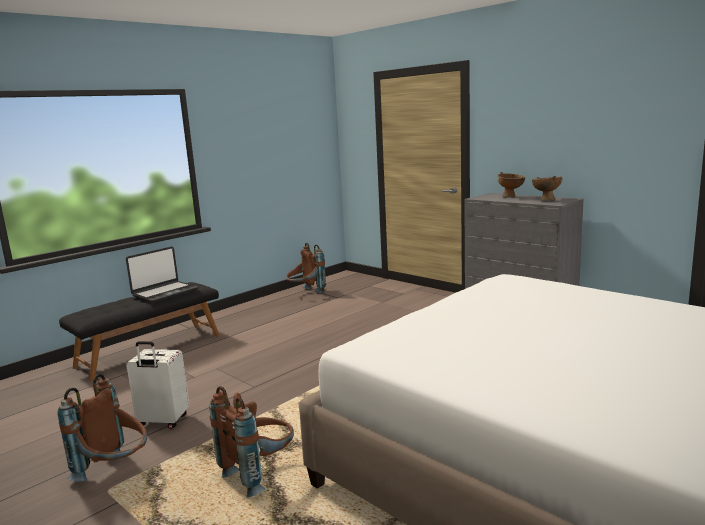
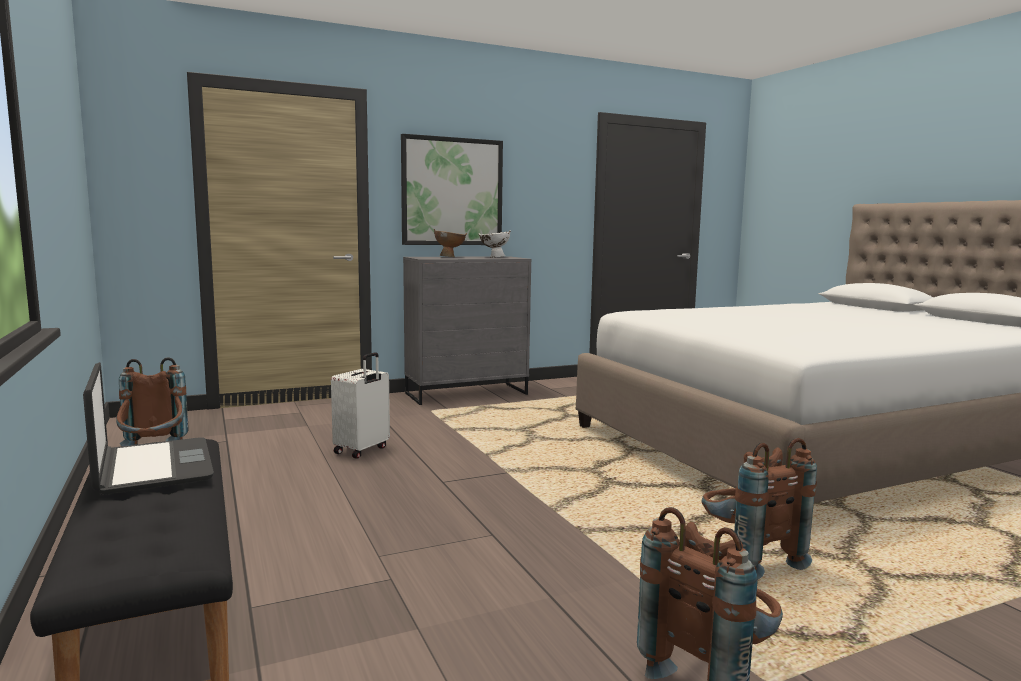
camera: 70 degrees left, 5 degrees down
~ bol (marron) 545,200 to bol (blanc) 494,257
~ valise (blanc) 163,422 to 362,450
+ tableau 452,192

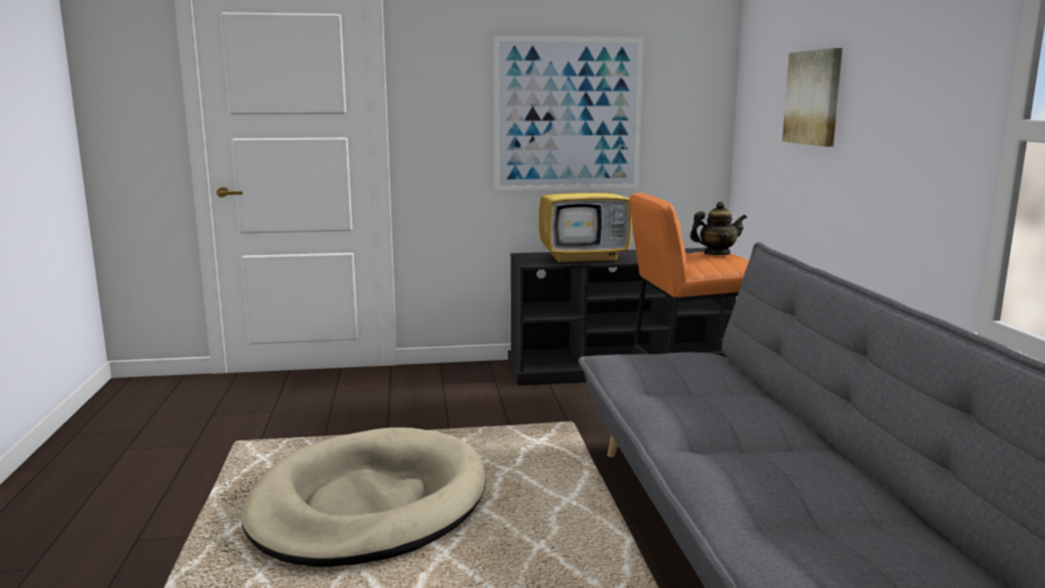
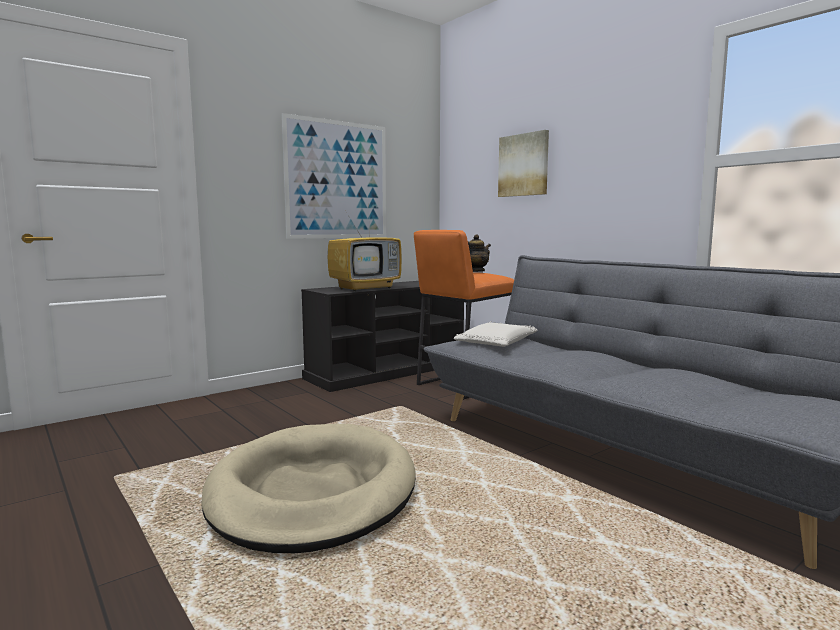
camera: 30 degrees left, 5 degrees down
+ coussin (blanc) 496,341

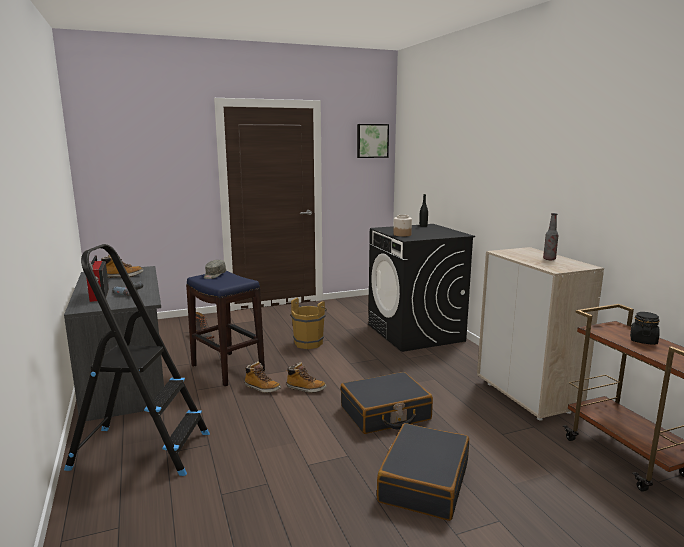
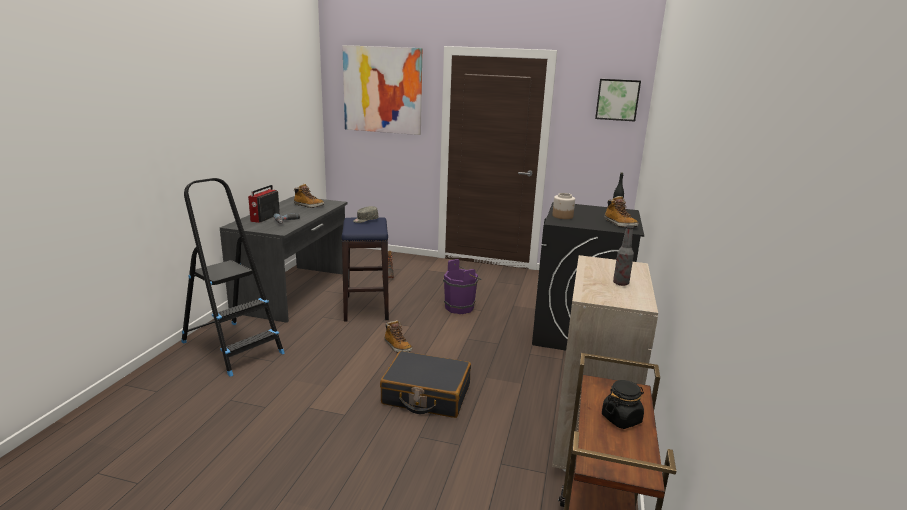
camera: 35 degrees right, 5 degrees up
~ seau (marron) 309,342 to seau (violet) 461,307
~ botte 262,388 to 619,224
- valise (noir) 423,482
+ tableau 382,90

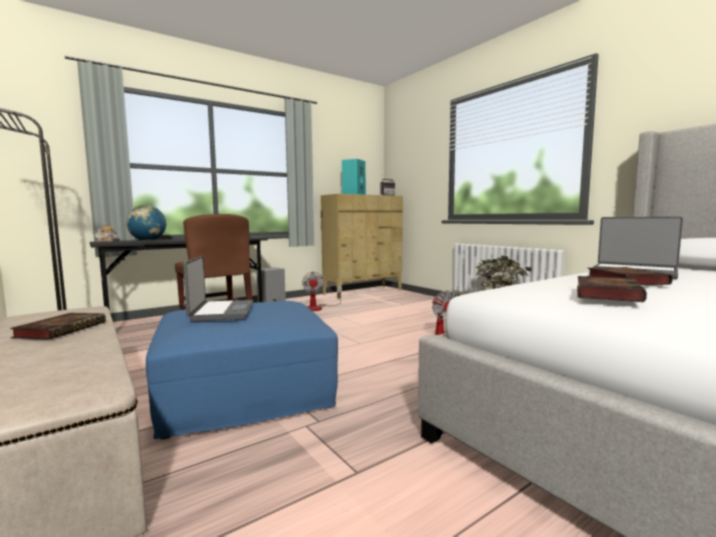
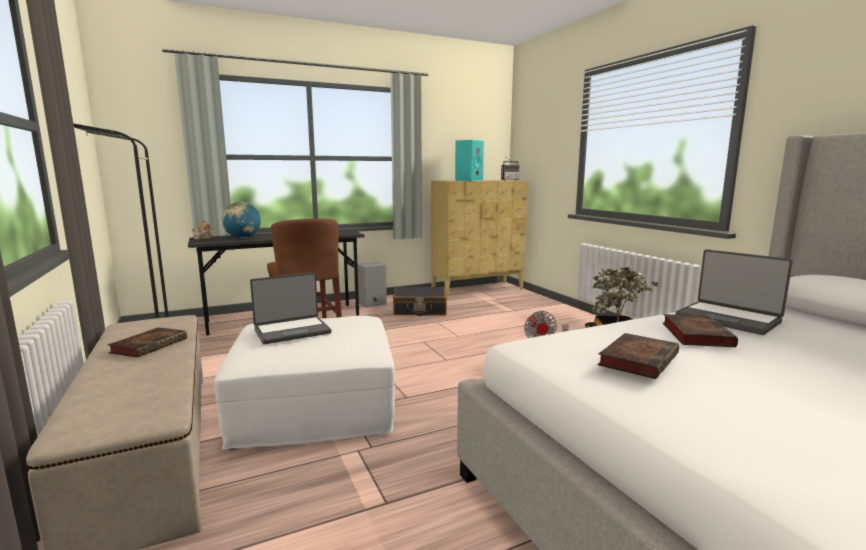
camera: 10 degrees right, 5 degrees up
~ ordinateur portable 221,312 = 292,331 60 degrees clockwise
~ ventilateur 318,308 to valise (noir) 419,310
~ pouf (bleu) 243,389 to pouf (blanc) 313,405

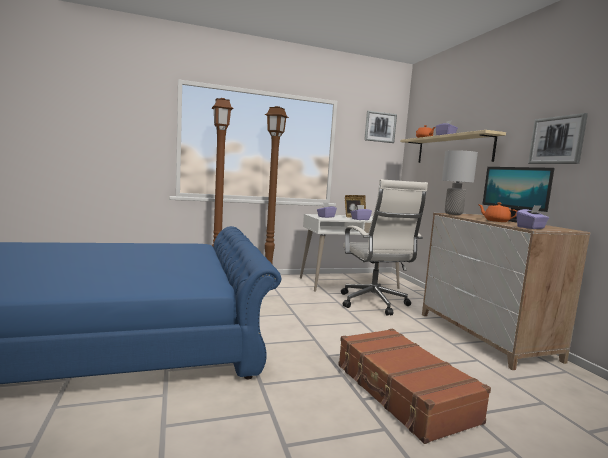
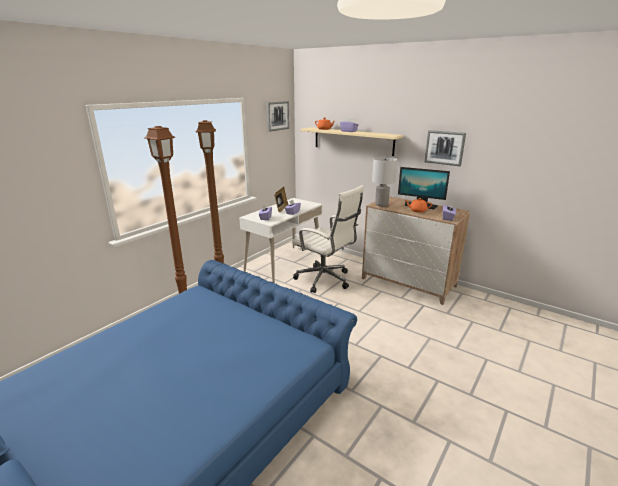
camera: 35 degrees left, 15 degrees up
- valise (marron) 402,393

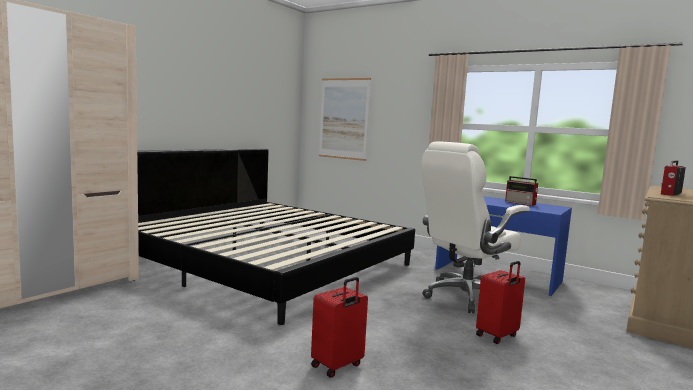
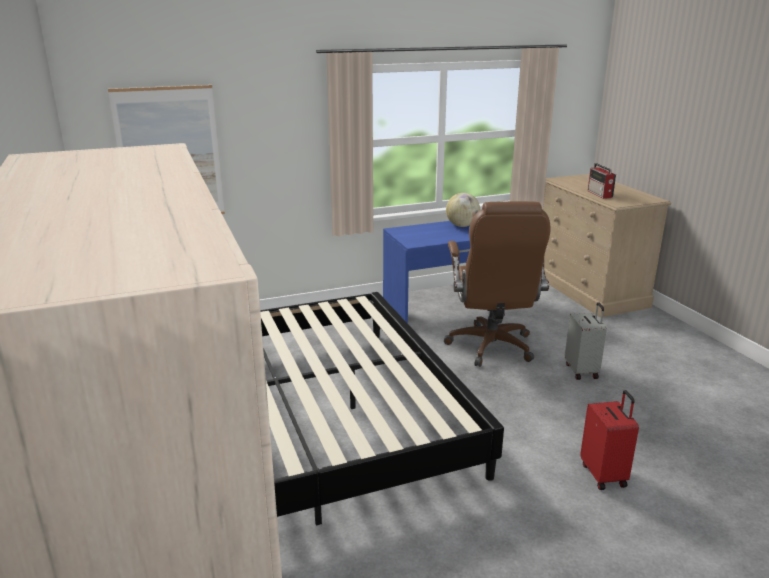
camera: 55 degrees left, 15 degrees up
~ chaise de bureau (blanc) 464,297 to chaise de bureau (marron) 491,347
~ radio 521,203 to globe 462,226
~ valise (rouge) 497,336 to valise (gris) 582,371

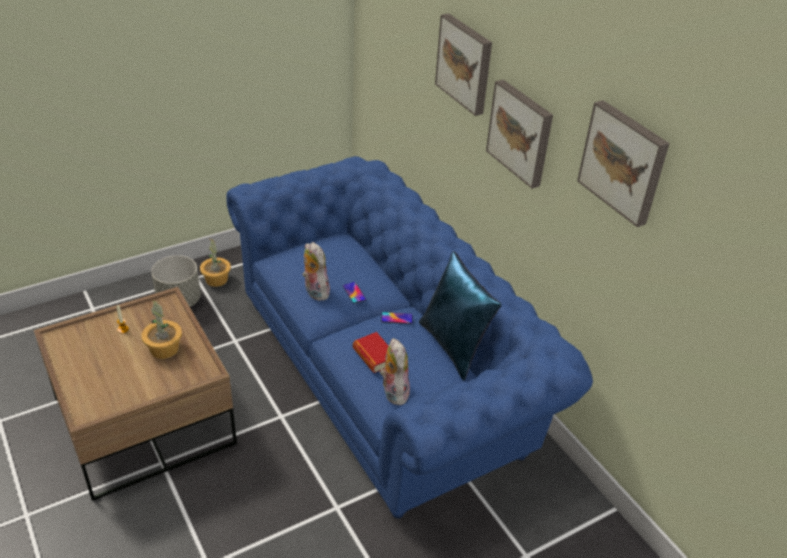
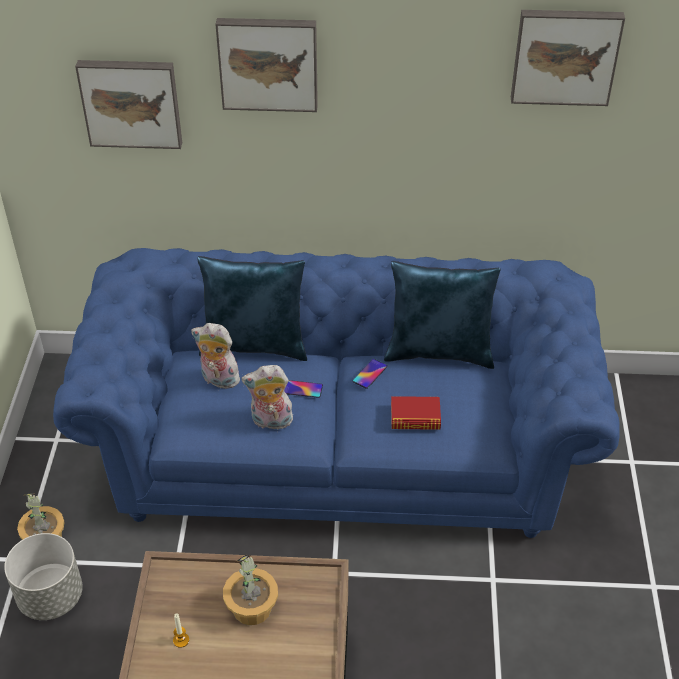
camera: 55 degrees left, 5 degrees up
~ tableau 521,132 to 131,102
~ peluche 393,392 to 218,380
+ coussin (bleu) 255,345

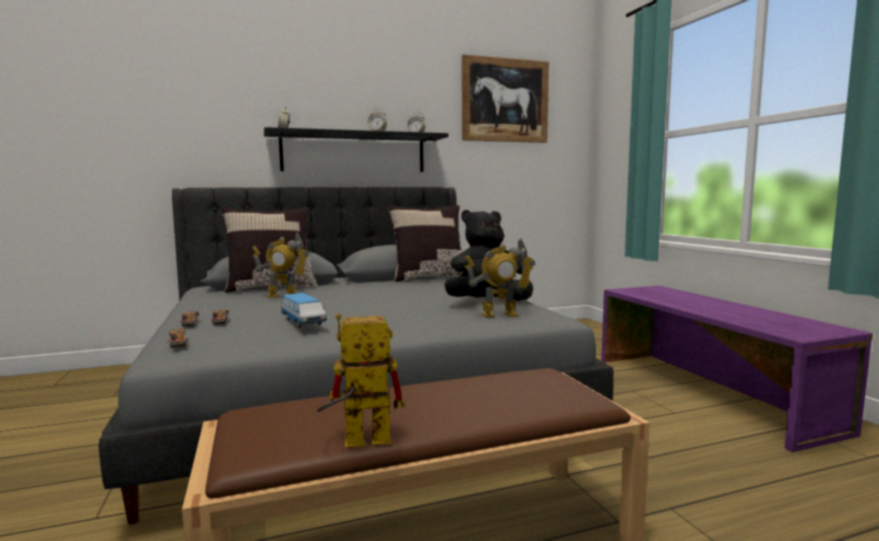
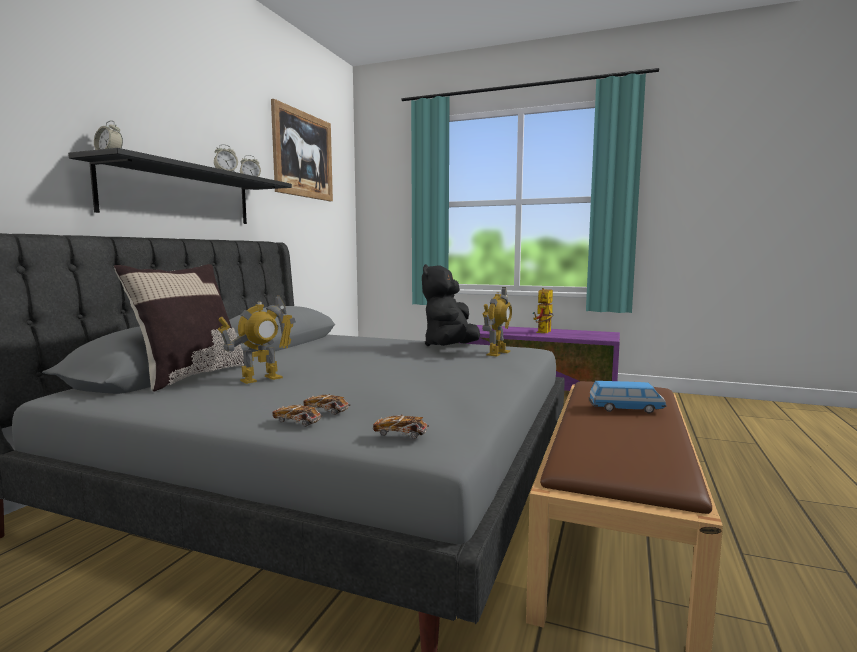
camera: 50 degrees left, 0 degrees up
- coussin 429,278
~ petite voiture 303,322 to 626,409
~ robot jouet 356,442 to 544,333

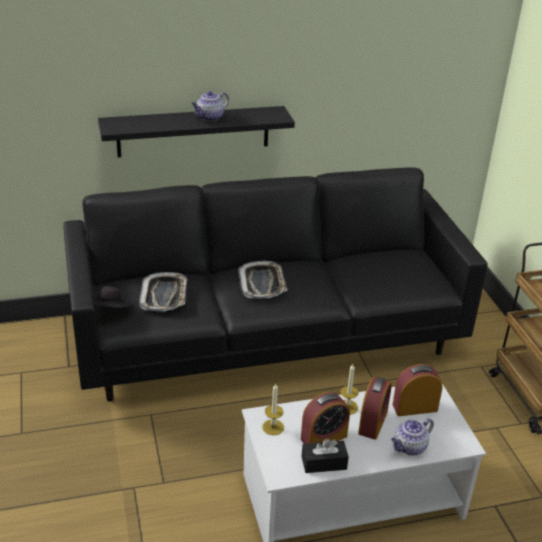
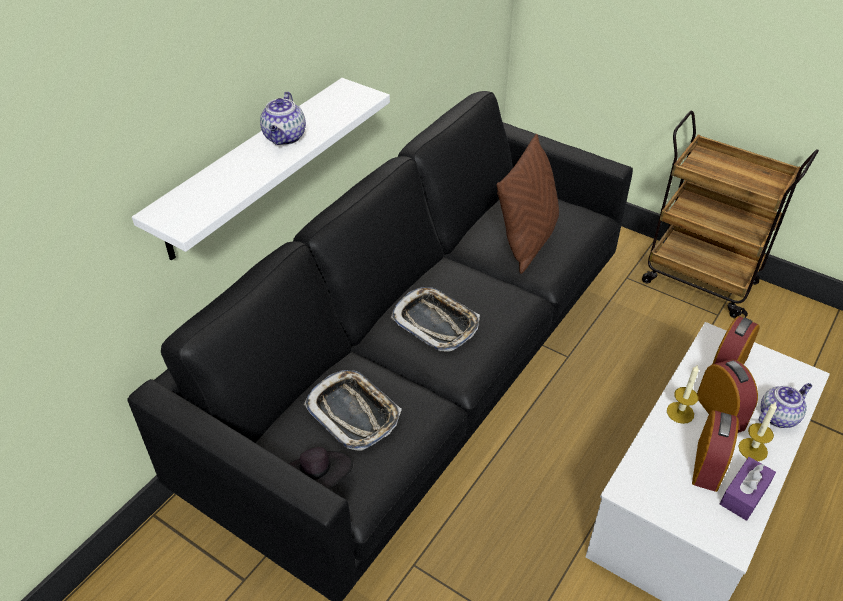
camera: 40 degrees left, 10 degrees up
~ étagère (noir) 193,131 to étagère (blanc) 253,168
~ bougie 273,427 to 753,449
~ théière 409,447 = 778,416 135 degrees counterclockwise
~ boîte à mouchoirs (noir) 324,463 to boîte à mouchoirs (violet) 744,494
+ coussin (marron) 527,241

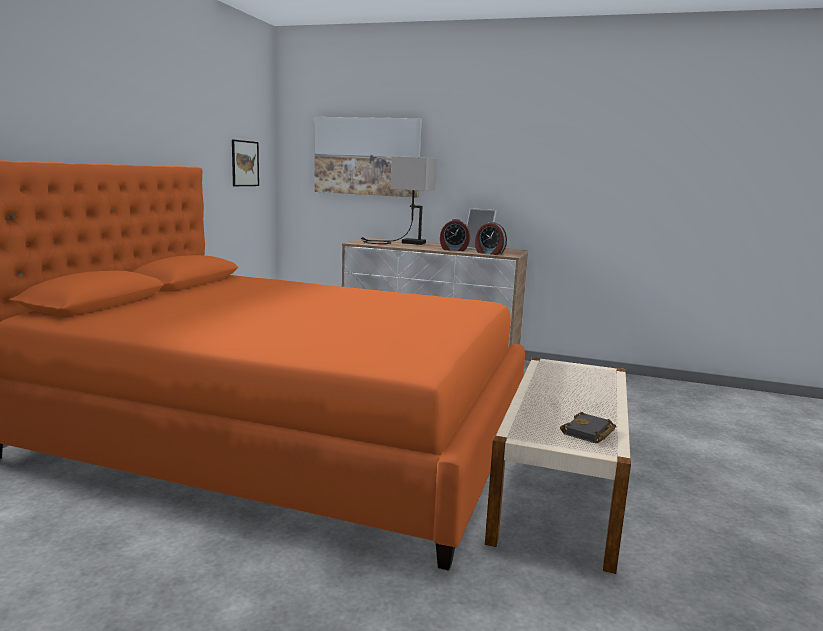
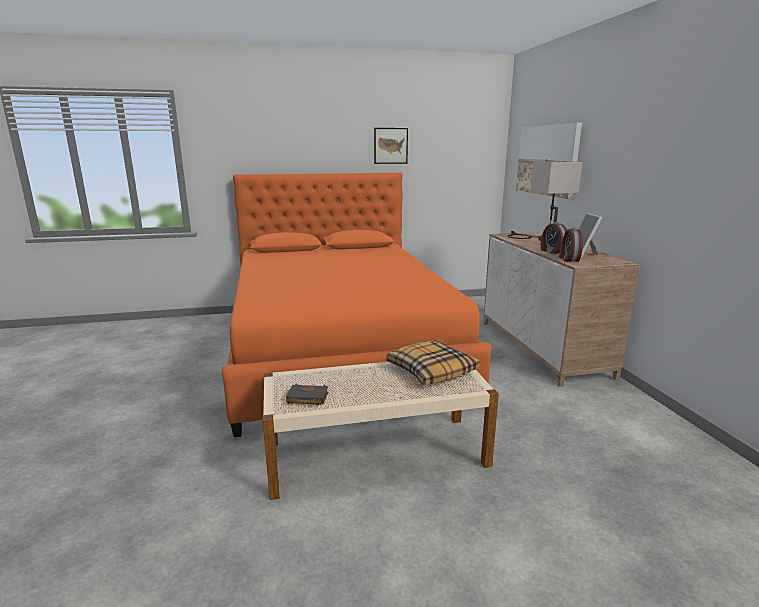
camera: 60 degrees right, 5 degrees up
~ tableau 245,163 to 390,146
+ coussin 431,370

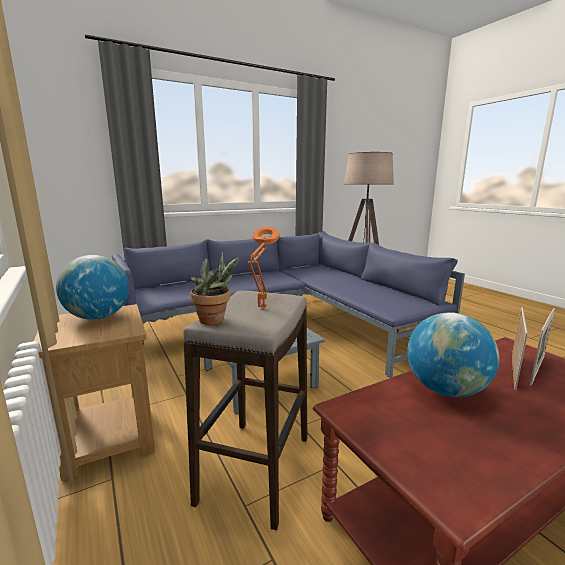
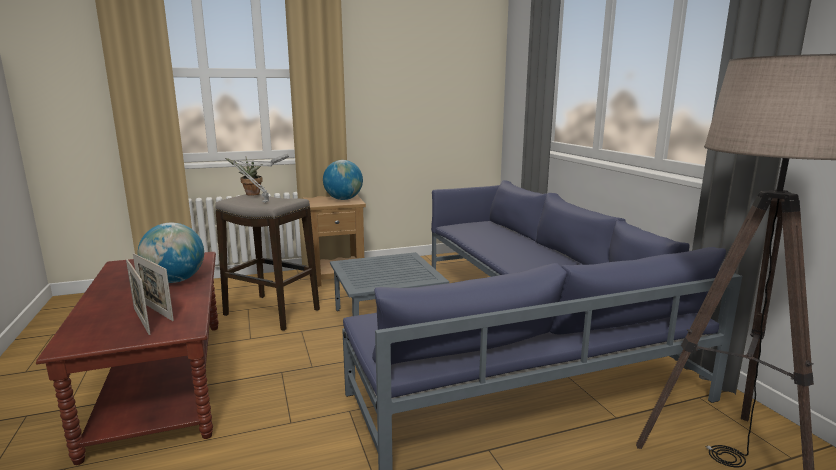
camera: 100 degrees right, 0 degrees up
~ lampe de table (orange) 262,308 to lampe de table (gris) 263,202

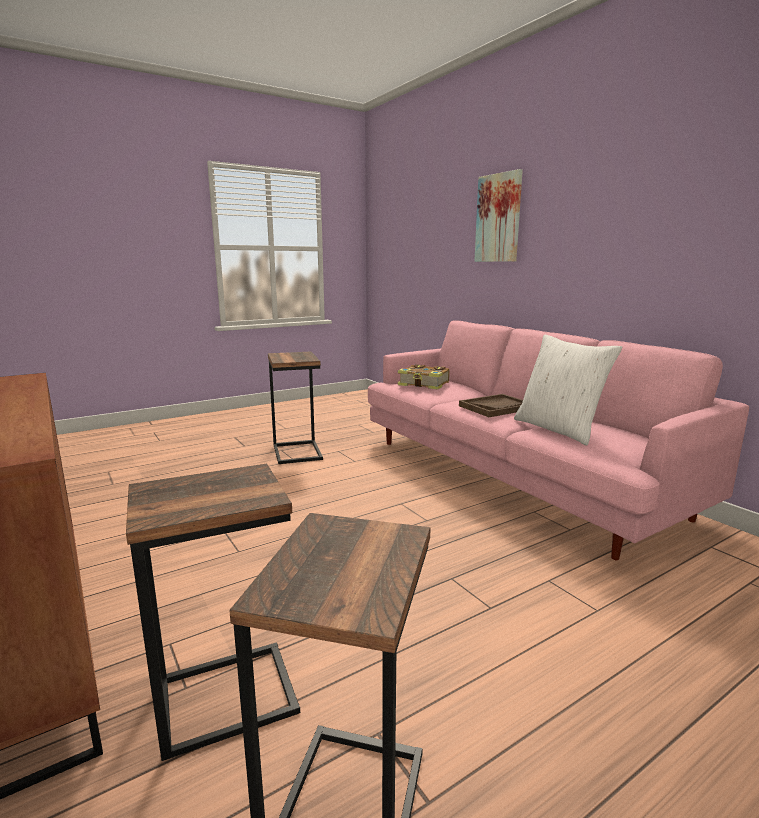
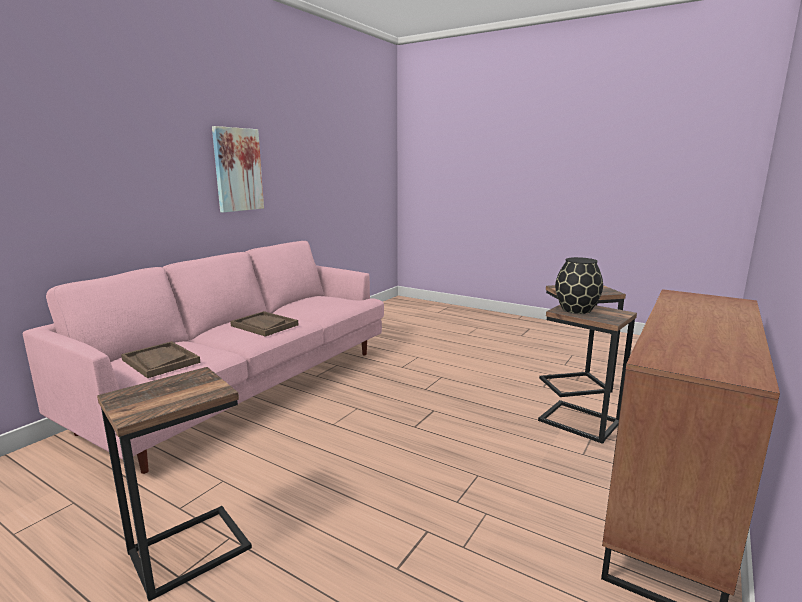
camera: 115 degrees left, 0 degrees up
~ tableau 498,218 to 237,169
- coussin (blanc) 559,429
~ livre 424,384 to plateau (marron) 160,361
+ vase (noir) 576,309

